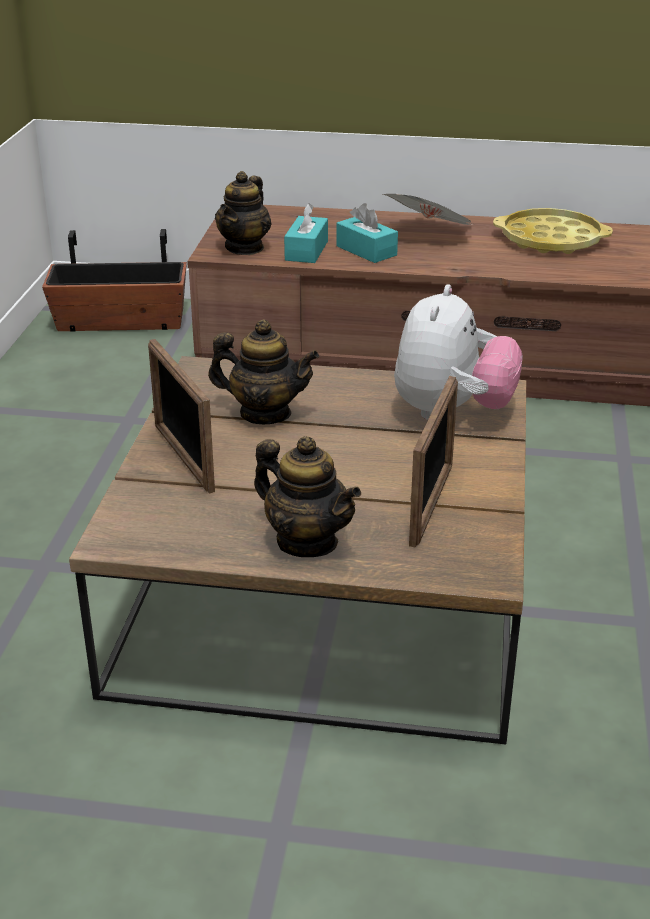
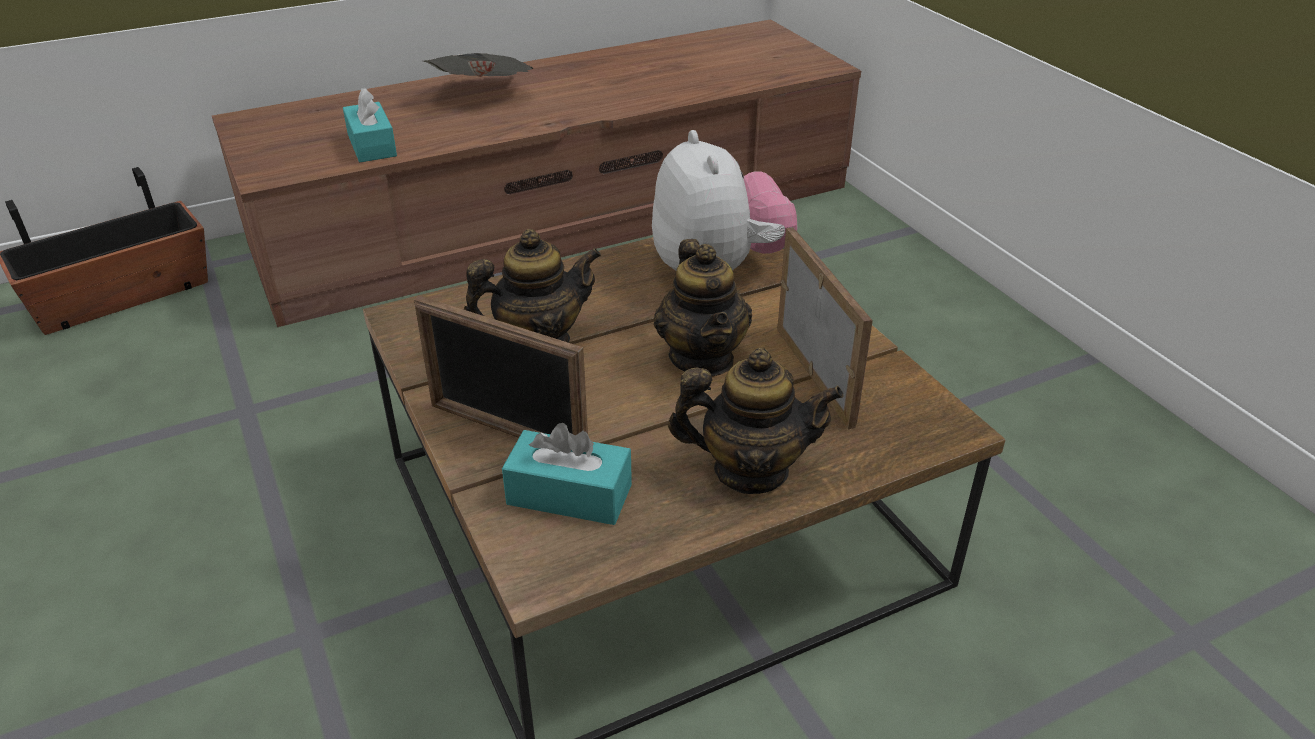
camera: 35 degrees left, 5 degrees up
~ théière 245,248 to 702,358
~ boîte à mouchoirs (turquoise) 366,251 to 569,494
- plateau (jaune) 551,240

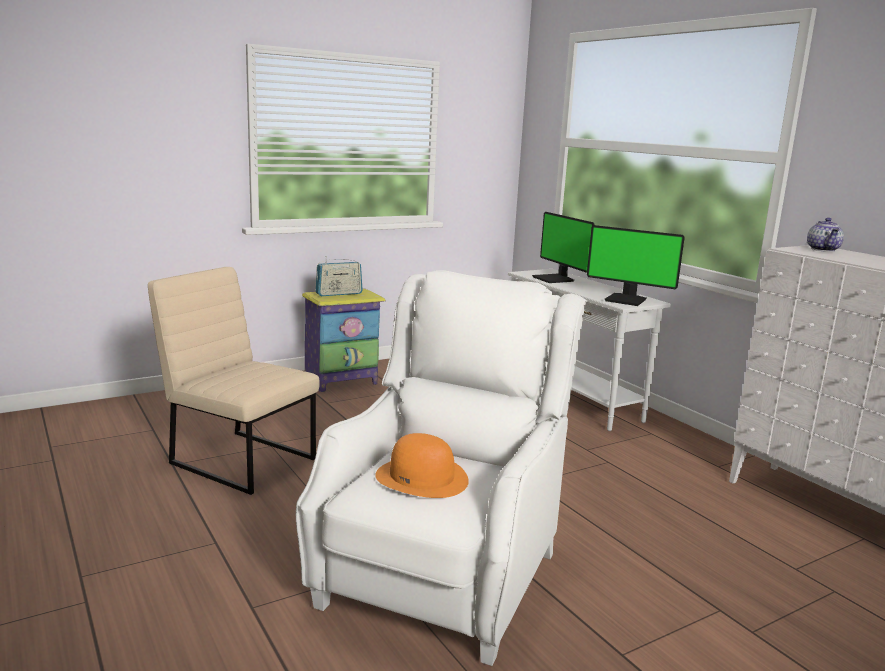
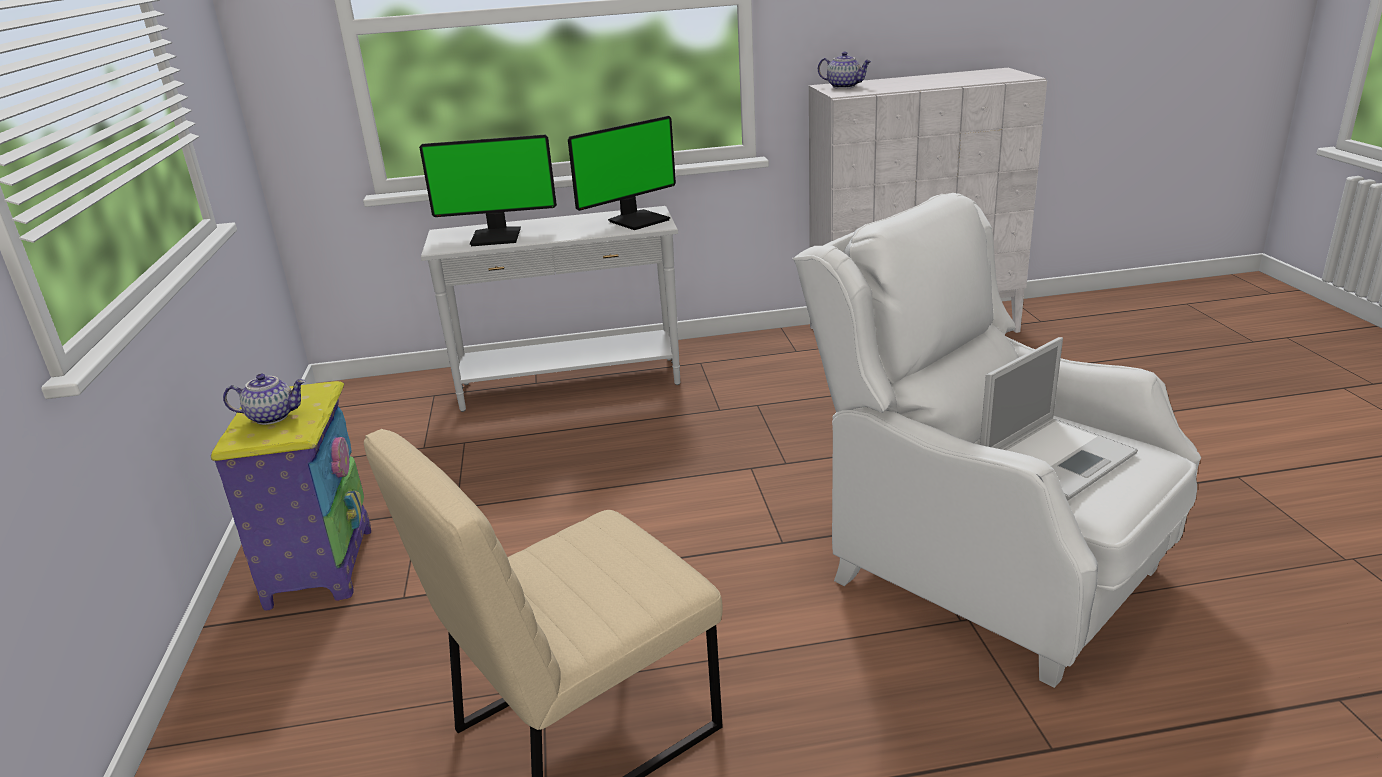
camera: 65 degrees left, 10 degrees up
~ radio 339,294 to théière 273,416
~ chapeau (orange) 422,477 to ordinateur portable 1058,457

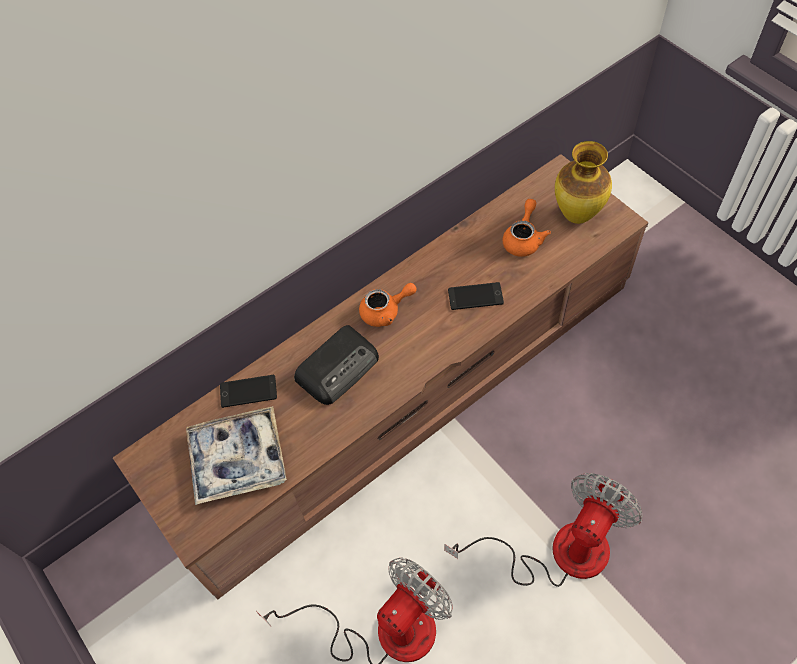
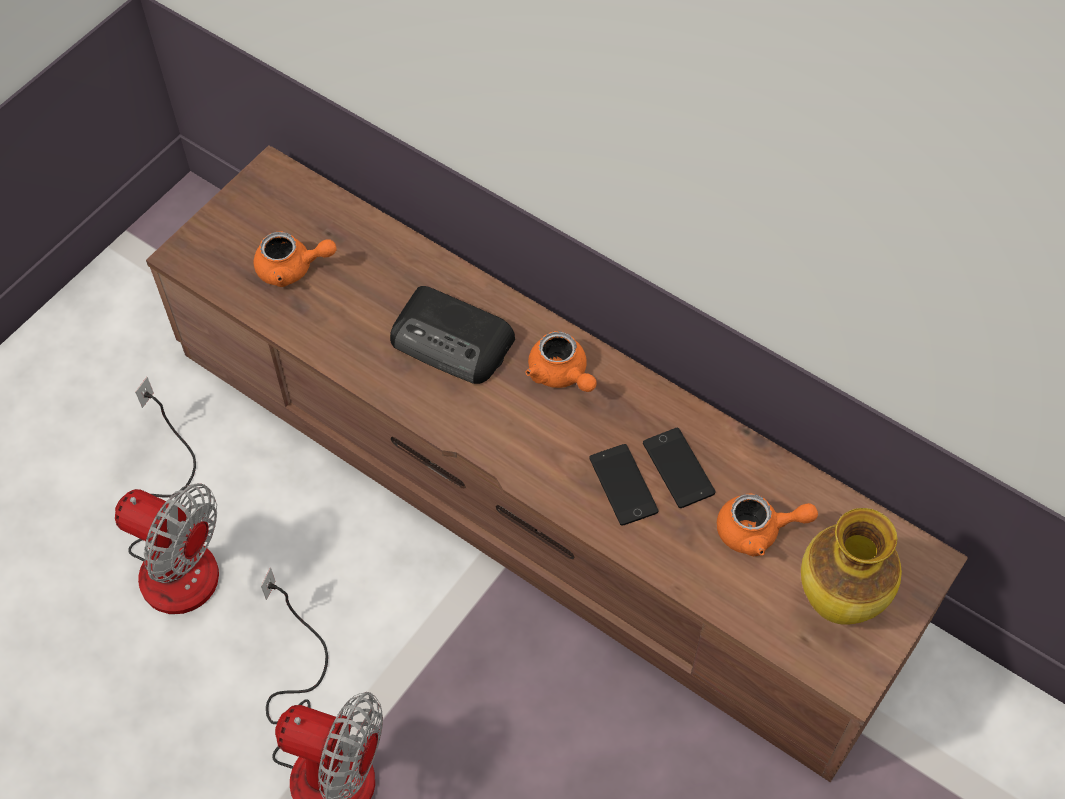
camera: 70 degrees right, 0 degrees up
~ téléphone 248,391 to 678,468
~ plateau 237,459 to théière (orange) 292,269

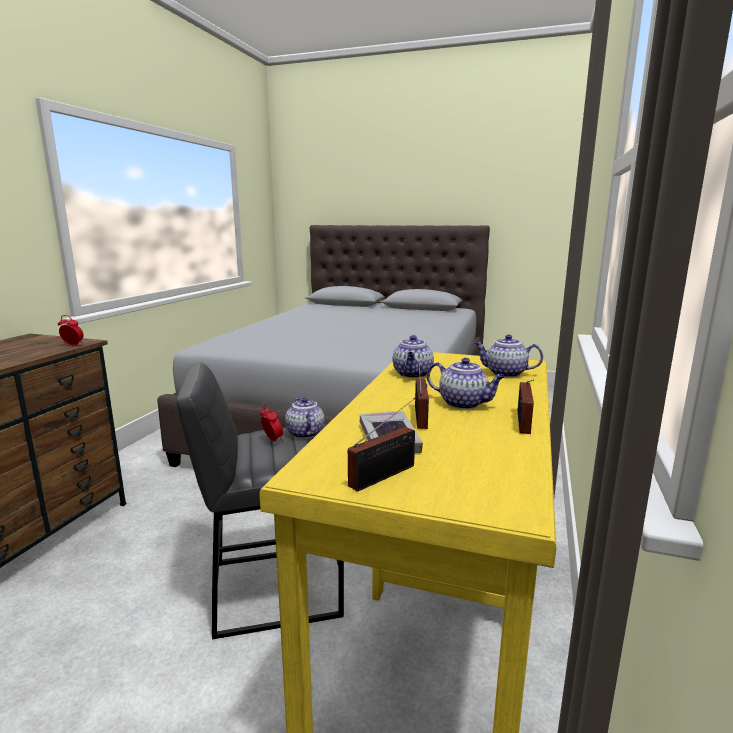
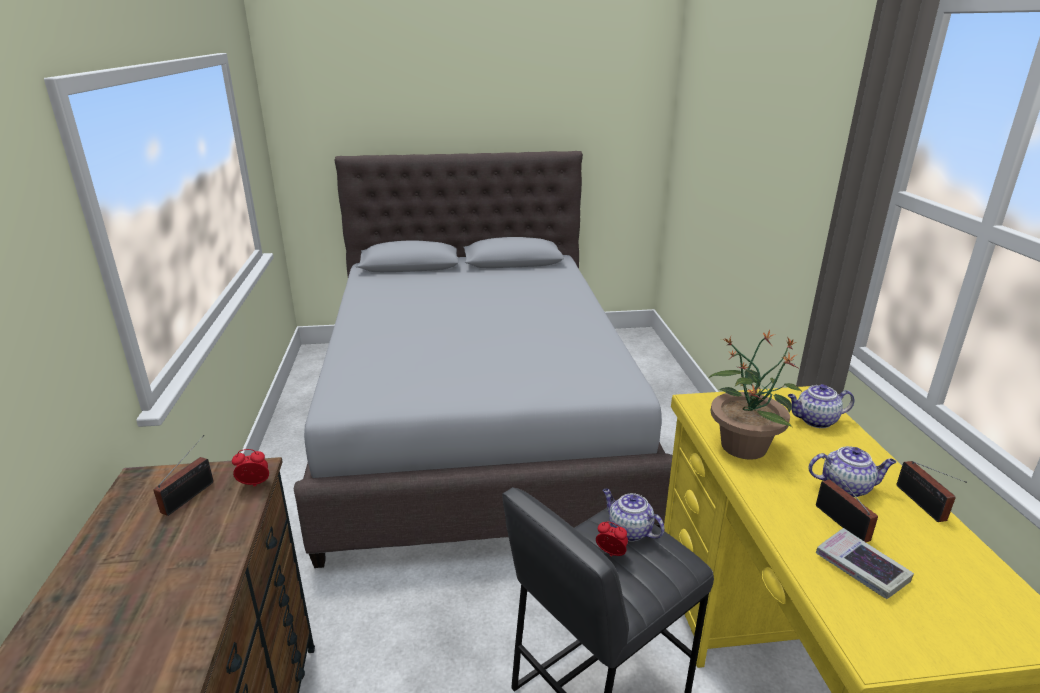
camera: 25 degrees left, 10 degrees up
~ théière 413,374 to plante en pot 743,445
~ radio 386,475 to 191,495

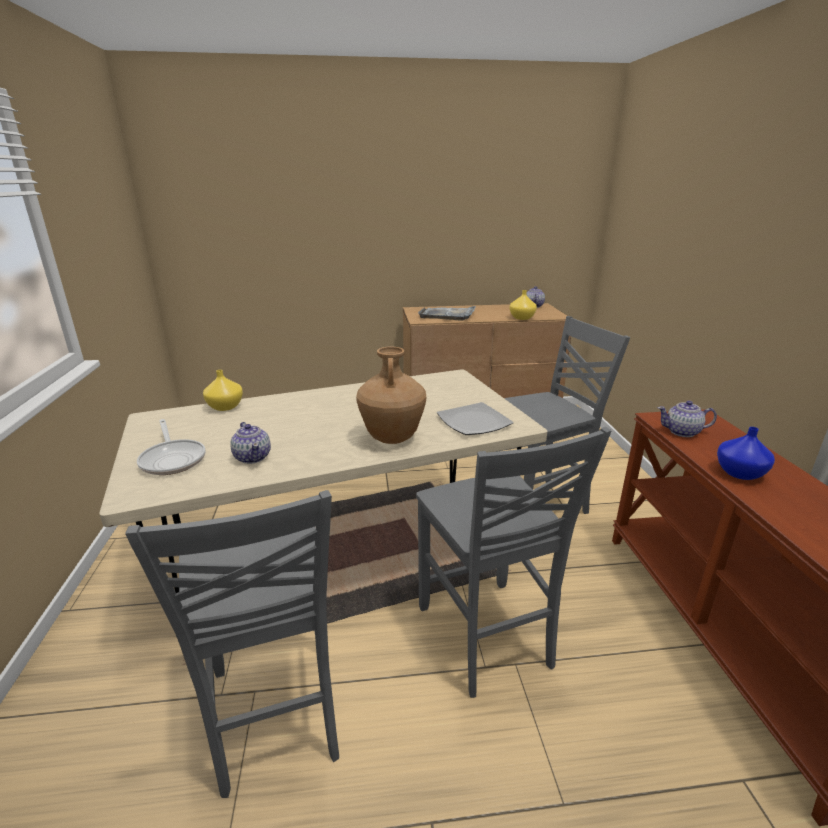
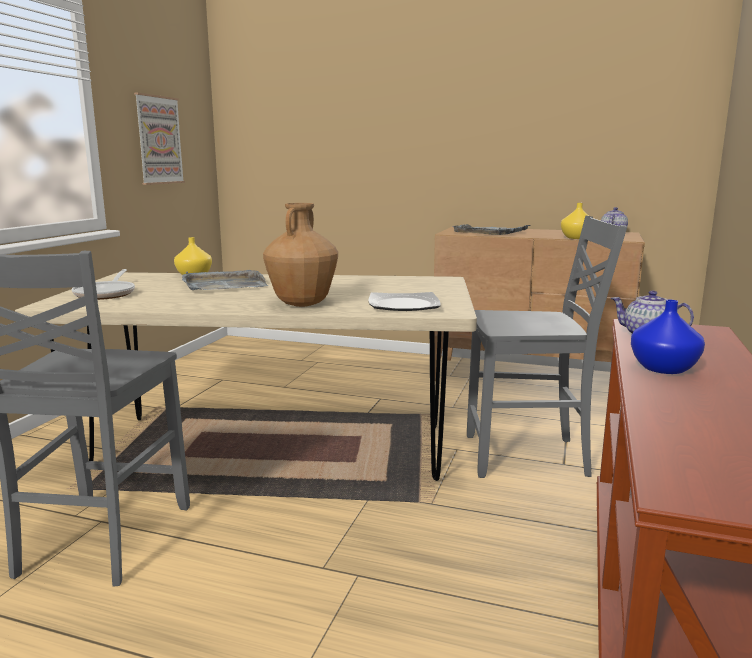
camera: 25 degrees right, 10 degrees down
- théière 253,457
- chaise (gris) 486,637
+ tableau 159,140
+ plateau (gris) 223,285

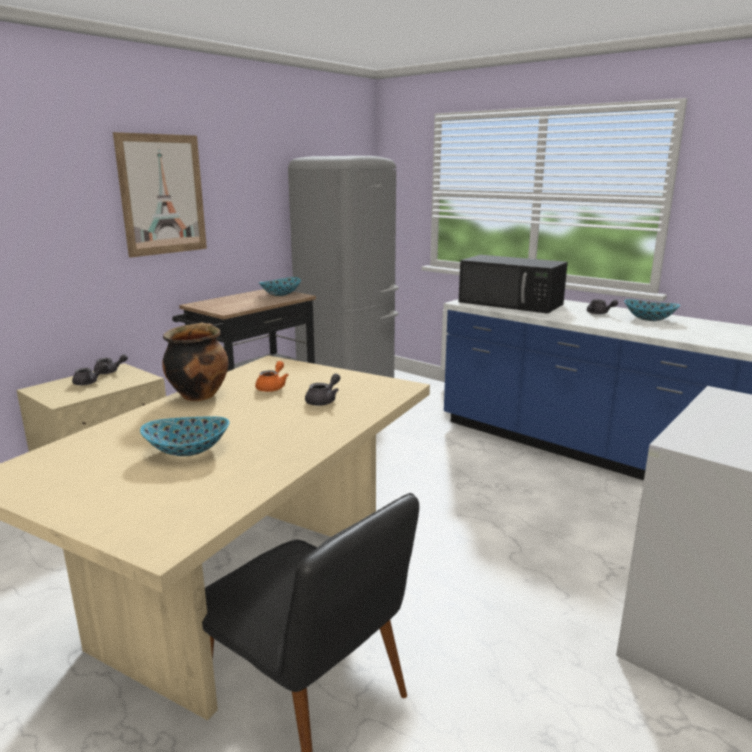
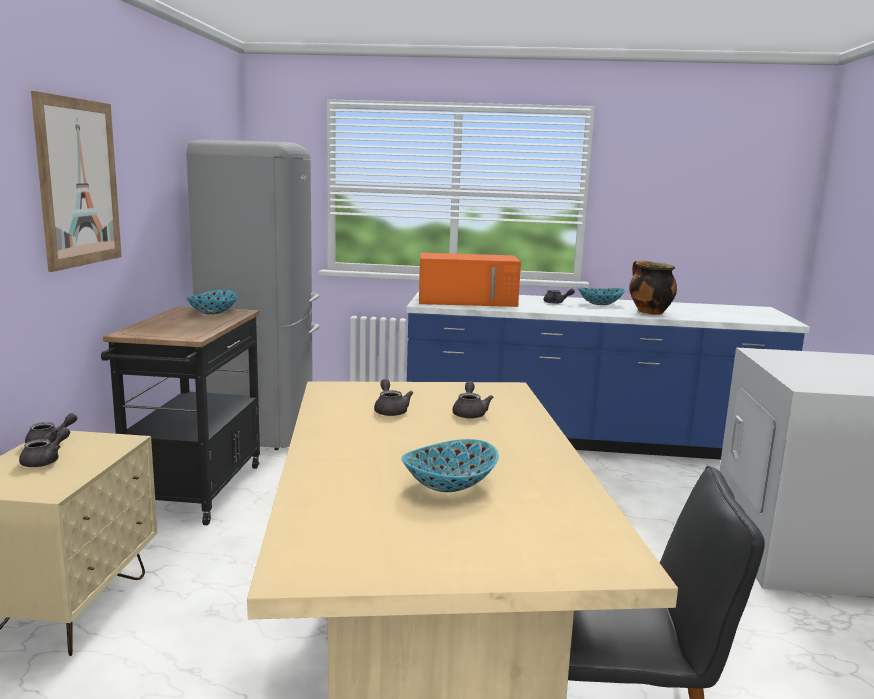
camera: 35 degrees left, 5 degrees down
~ micro-ondes (noir) 512,303 to micro-ondes (orange) 468,300
~ marmite 199,395 to 649,312
~ théière (orange) 272,387 to théière (gris) 390,410

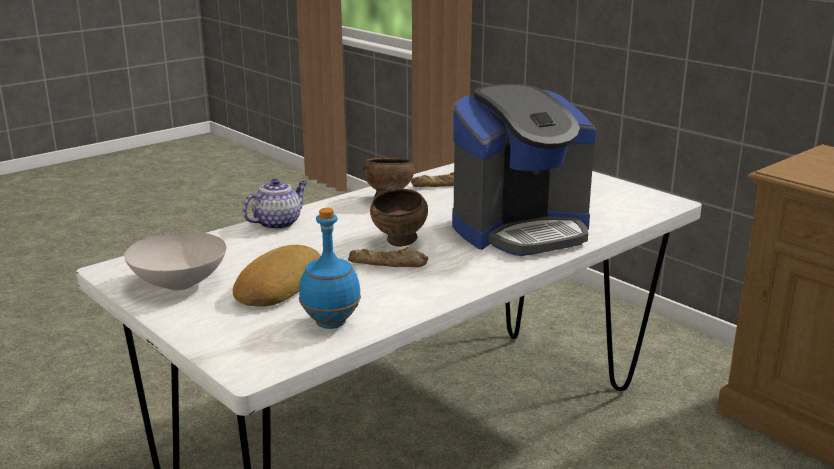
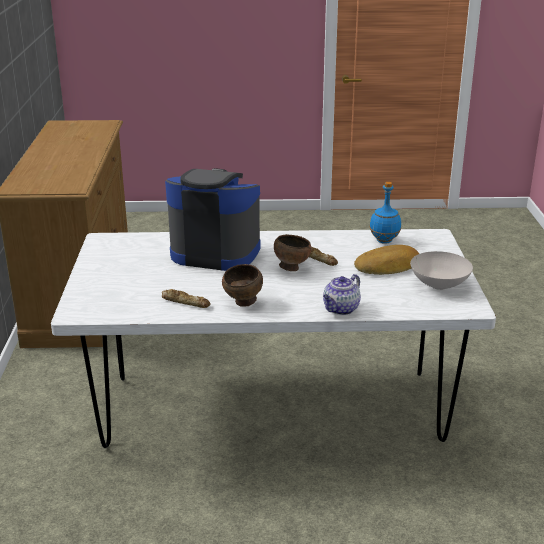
camera: 140 degrees left, 5 degrees up
~ théière 278,223 = 341,309 45 degrees counterclockwise

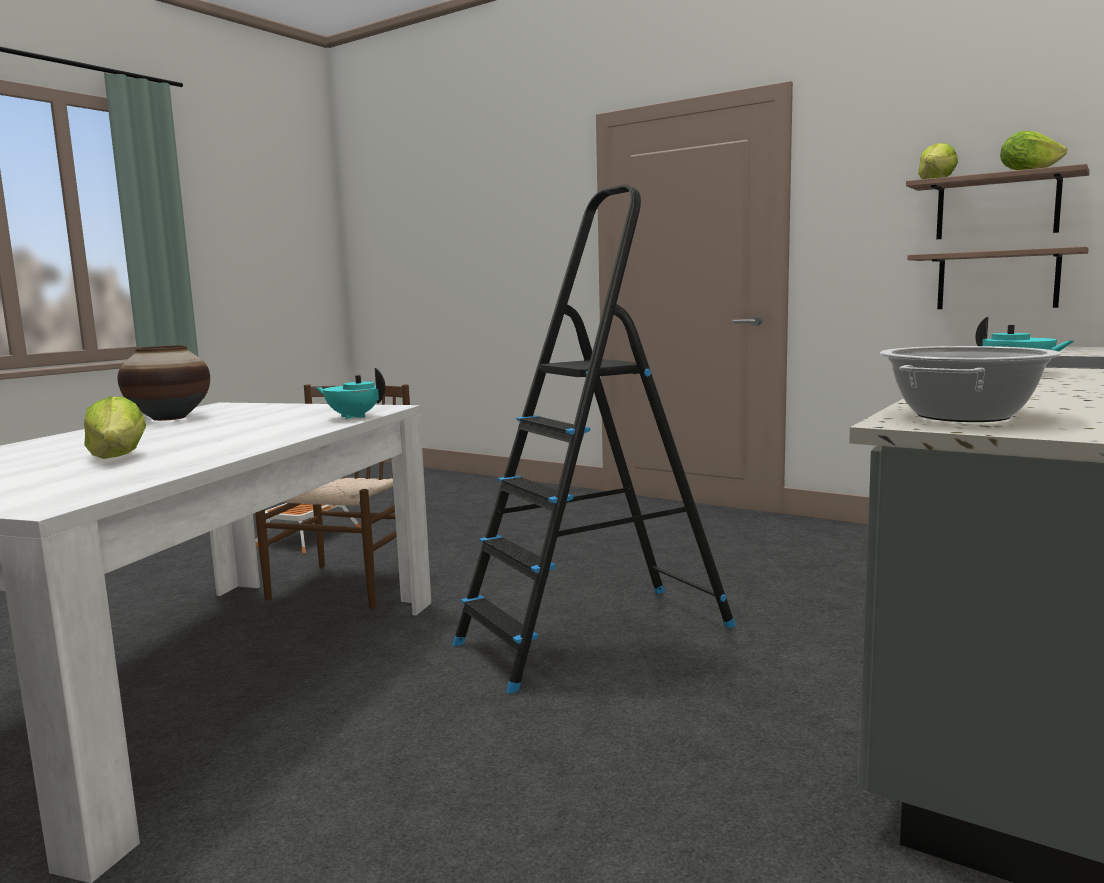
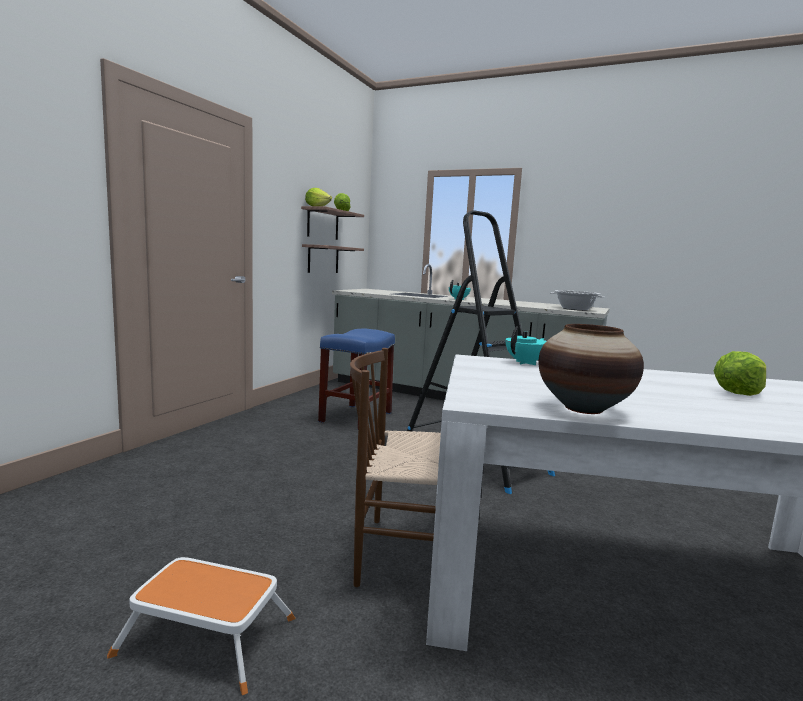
camera: 100 degrees left, 0 degrees up
~ théière (turquoise) 353,417 = 526,363 150 degrees counterclockwise
+ tabouret (bleu) 356,417

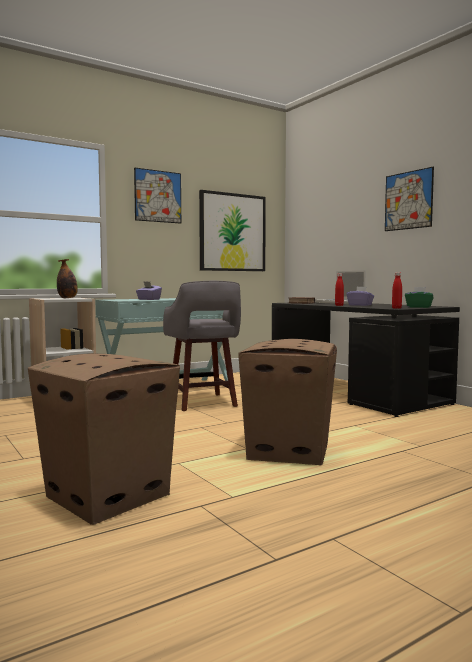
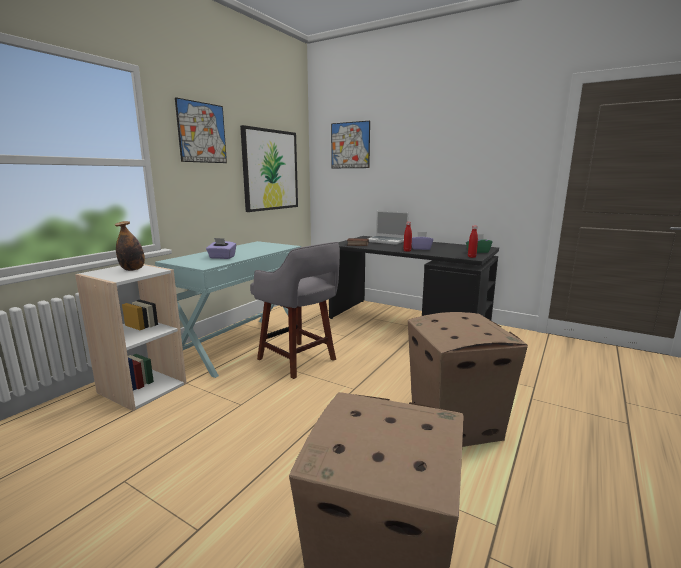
camera: 25 degrees left, 10 degrees up
~ tableau 408,200 to 350,145

